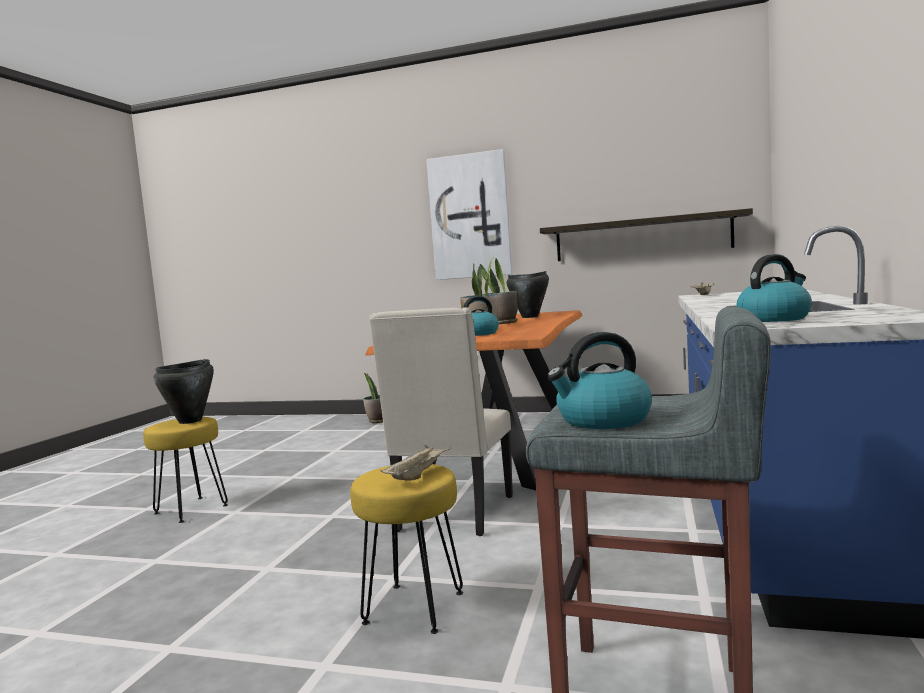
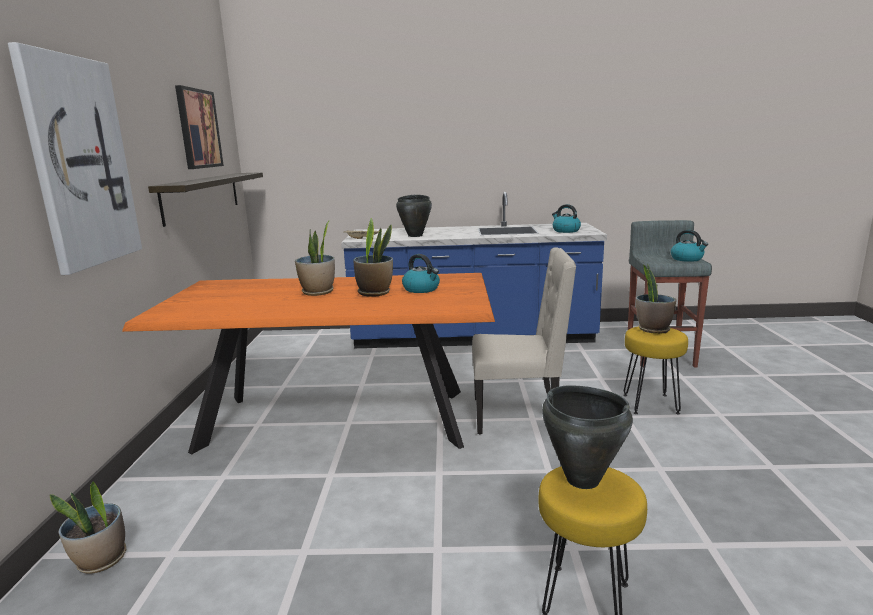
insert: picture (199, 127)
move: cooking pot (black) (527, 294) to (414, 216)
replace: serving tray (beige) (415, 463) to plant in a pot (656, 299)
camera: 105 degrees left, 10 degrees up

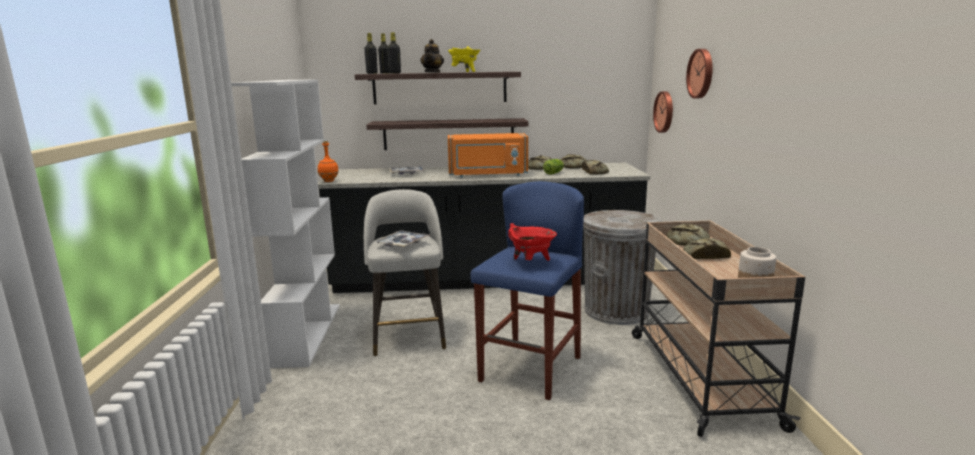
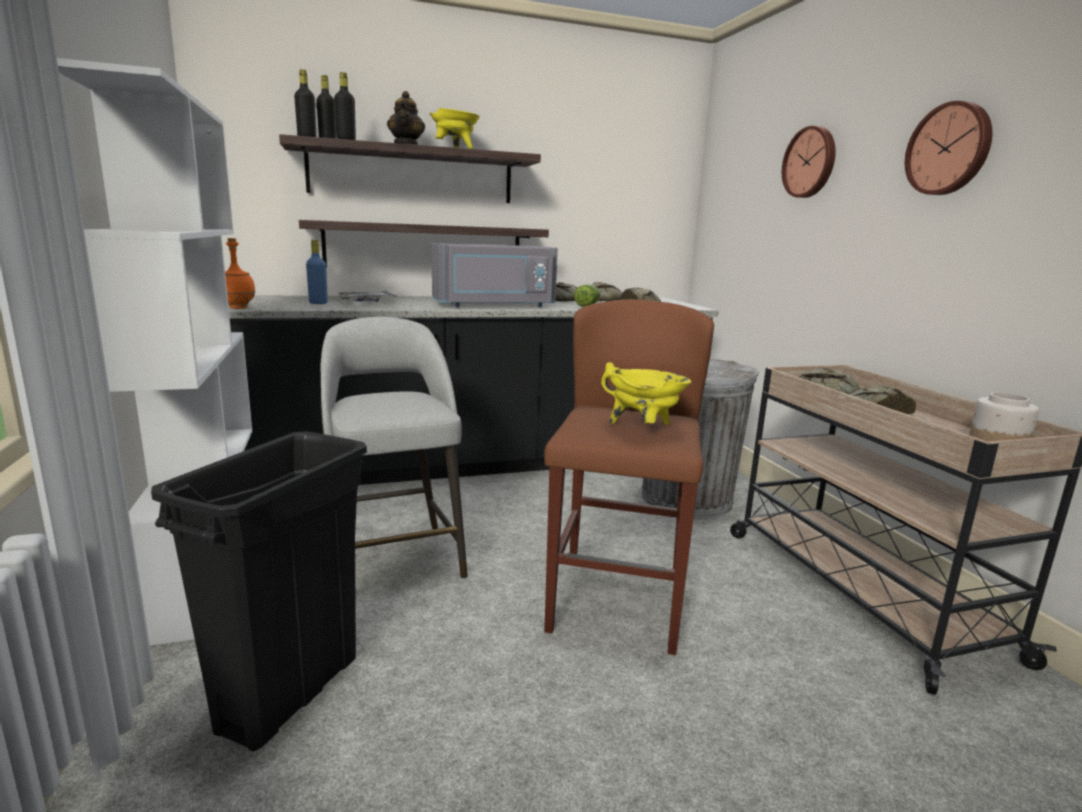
delete: serving tray (402, 238)
insert: trash can (black) (259, 591); bottle (blue) (317, 271)
move: hanging clock (663, 112) to (948, 148)
recolor: microwave oven (orangey) (488, 155) to microwave oven (gray) (495, 275); stool (blue) (527, 290) to stool (brown) (629, 477); cooking pot (red-coloured) (532, 242) to cooking pot (yellow-coloured) (646, 393)
camera: 15 degrees left, 0 degrees up

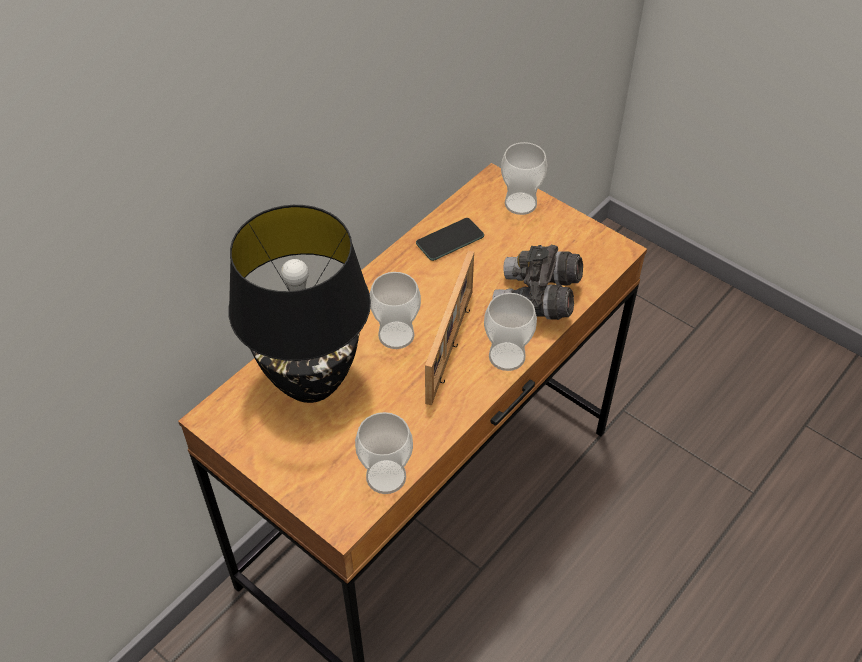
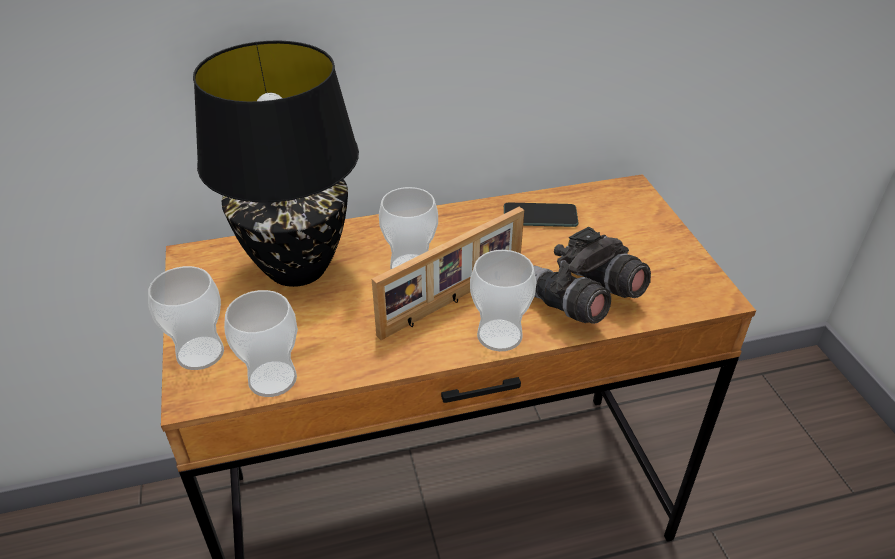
move: drinking cup (524, 178) to (186, 318)
camera: 35 degrees right, 10 degrees down

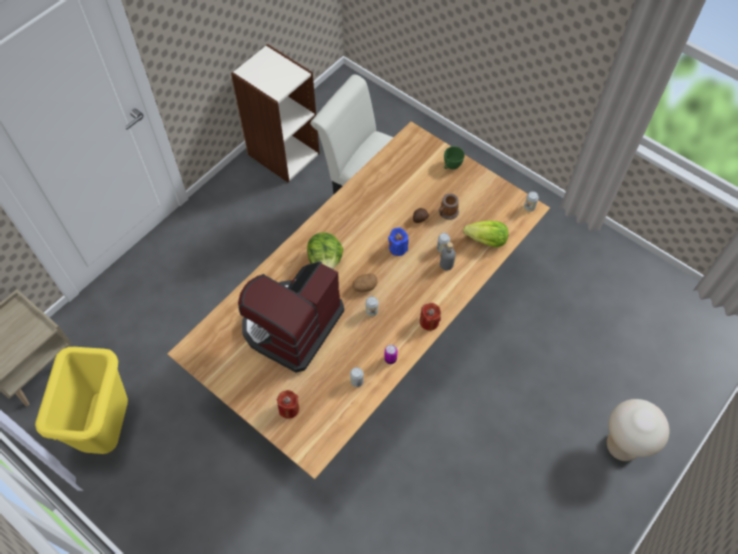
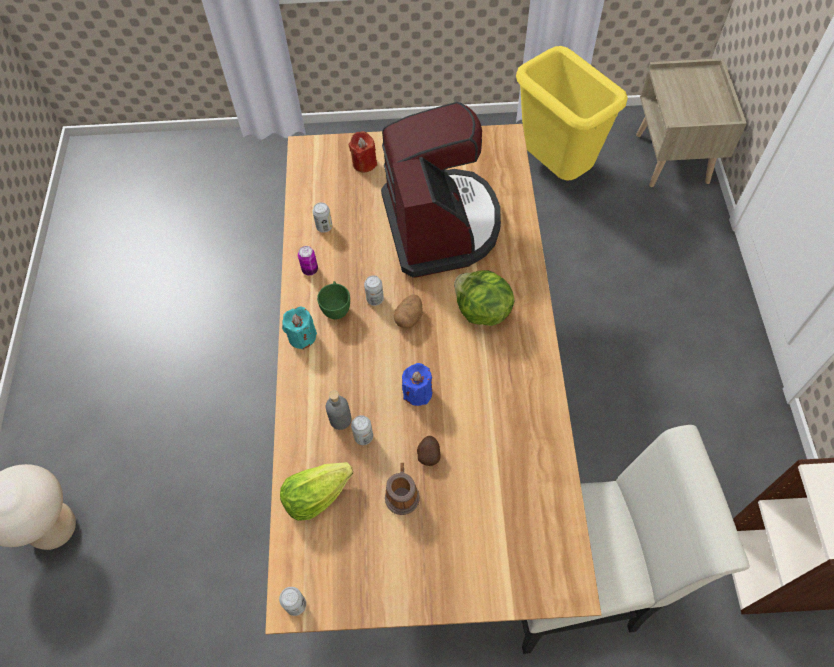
move: drinking cup (greenish) (454, 157) to (333, 300)
recolor: candle (red-coloured) (430, 317) to candle (turquoise-coloured) (299, 328)
camera: 140 degrees right, 0 degrees up

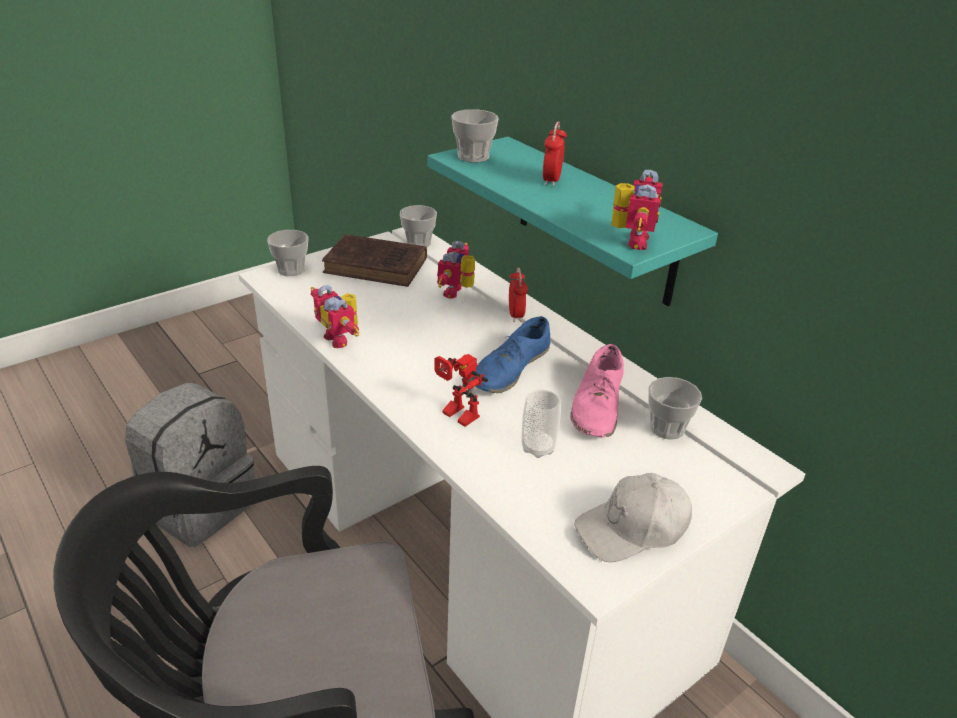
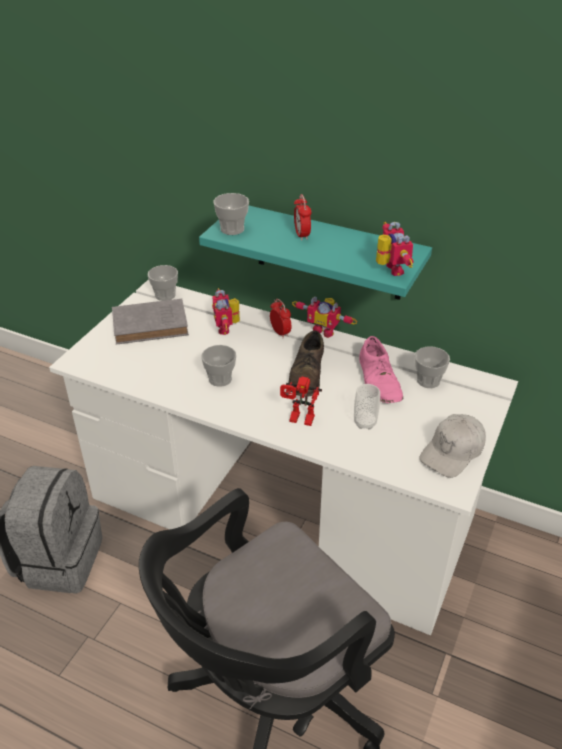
move: drinking cup (287, 253) to (218, 366); robot figure (335, 316) to (324, 317)
recolor: volume (brown) (374, 260) to volume (gray) (150, 322); low shoe (blue) (511, 354) to low shoe (brown) (306, 363)
camera: 25 degrees left, 5 degrees up

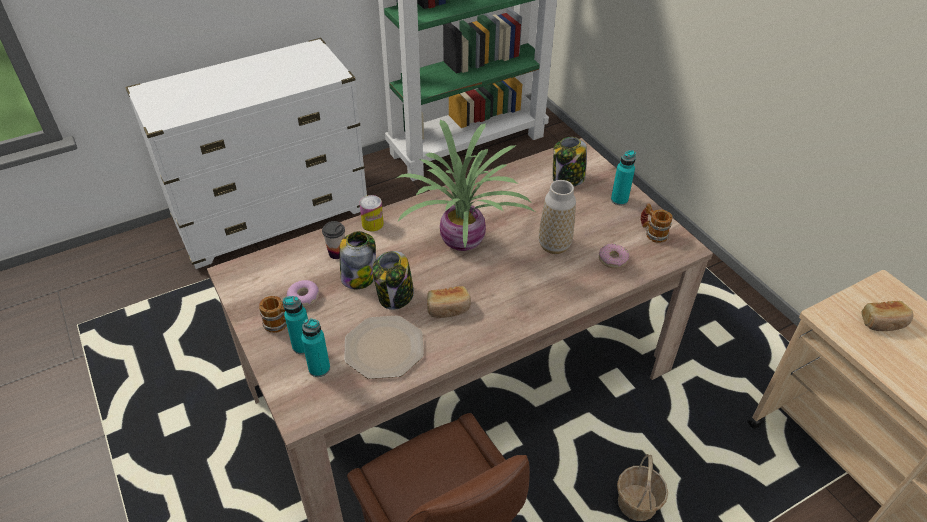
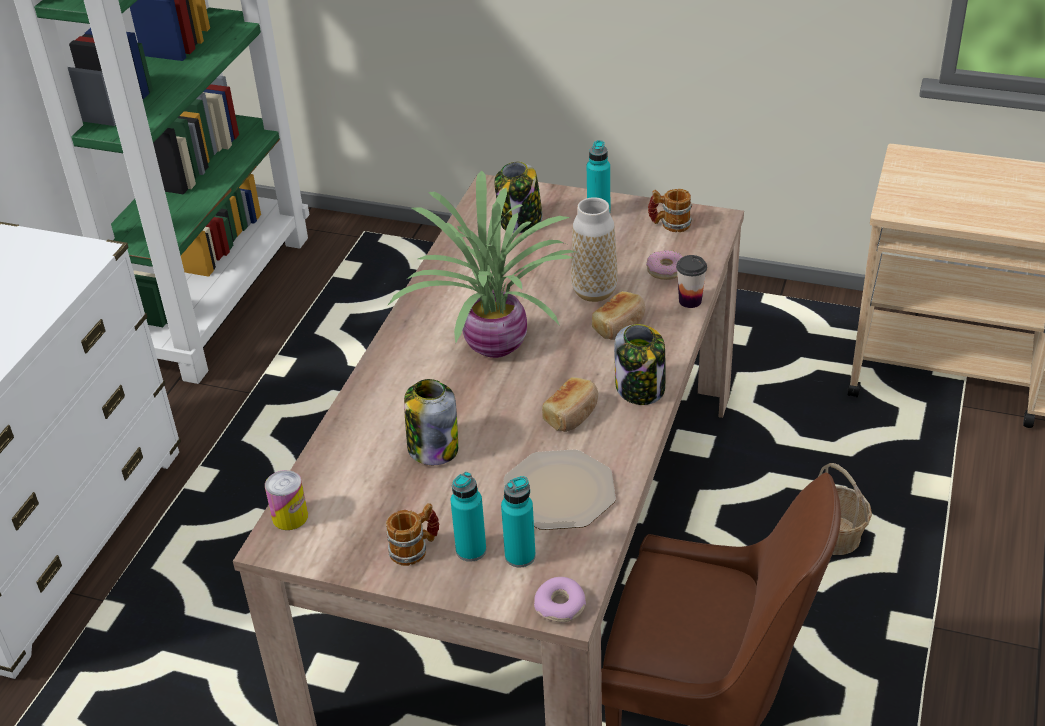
move: metal can (371, 213) to (286, 500); donut (303, 293) to (560, 599); bakery bread (887, 316) to (618, 315); storage jar (393, 280) to (639, 364); drinking cup (333, 240) to (691, 281)
camera: 40 degrees left, 5 degrees down

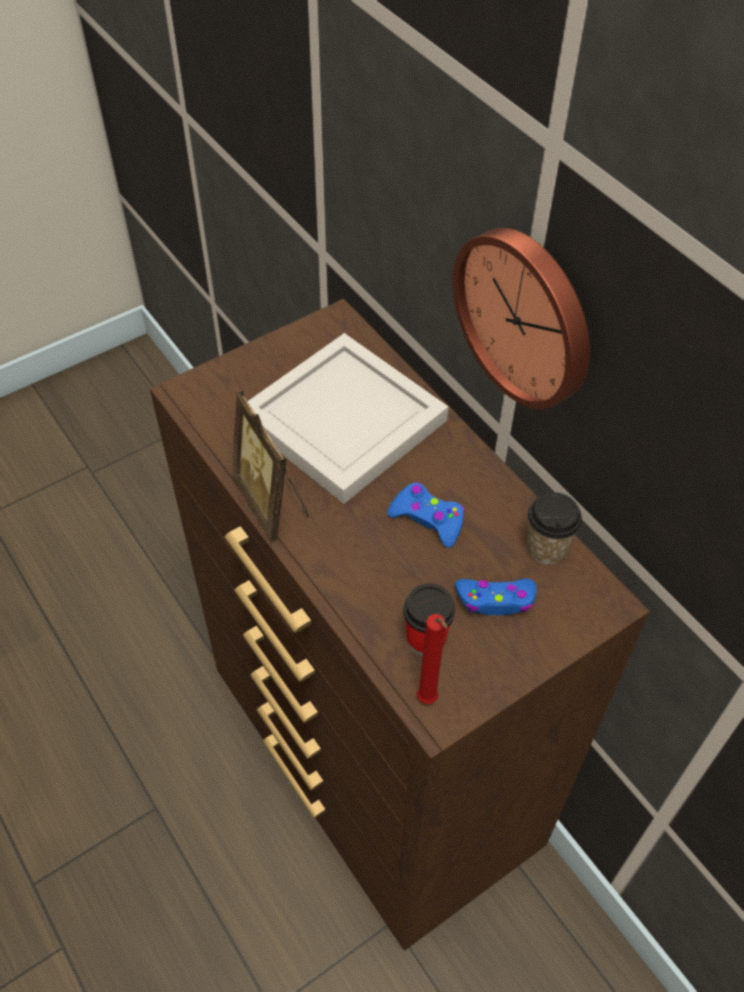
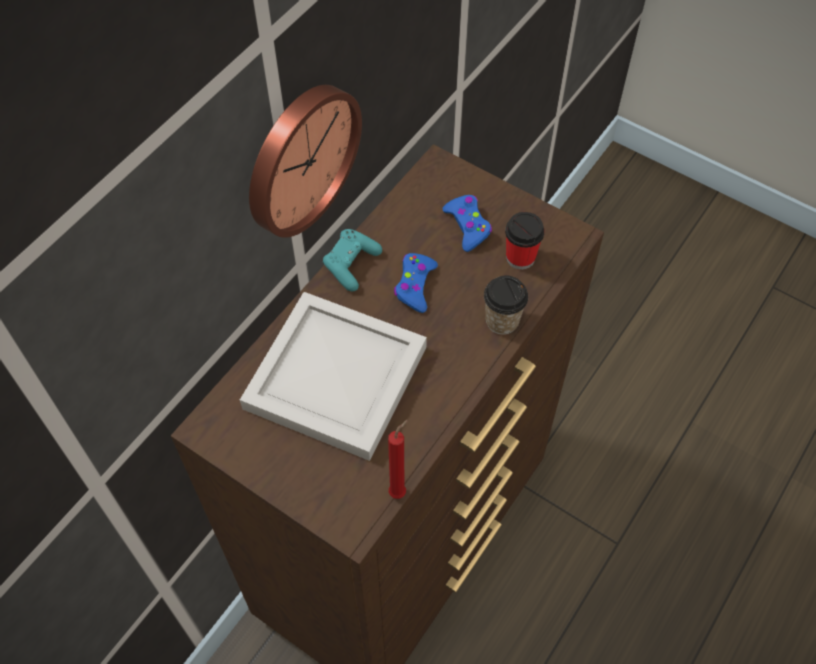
delete: picture frame (270, 466)
insert: gamepad (turquoise-coloured) (352, 260)
move: candle (red-coloured) (432, 659) to (398, 459); drinking cup (554, 528) to (506, 305)
camera: 110 degrees left, 5 degrees up

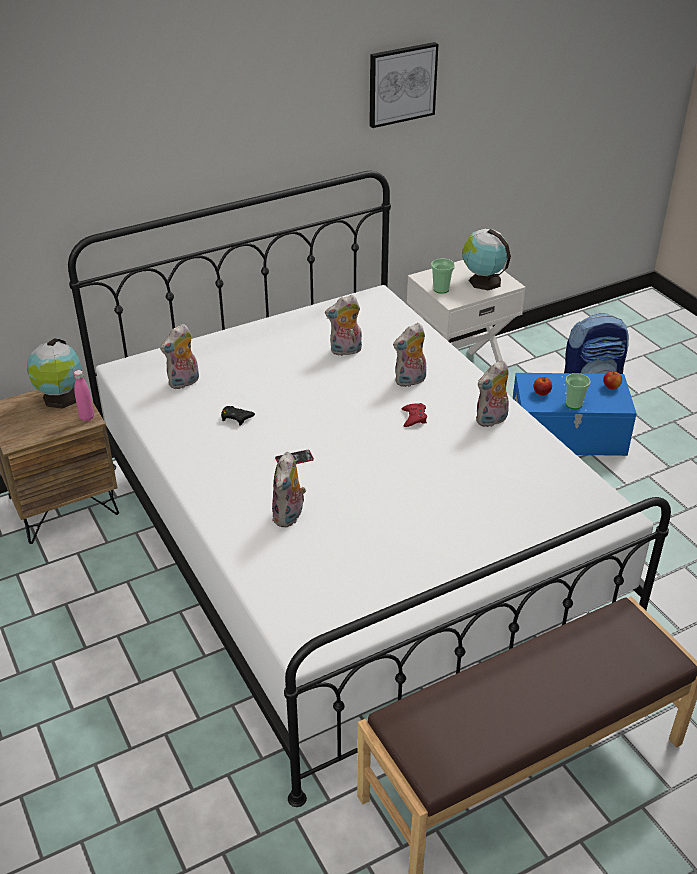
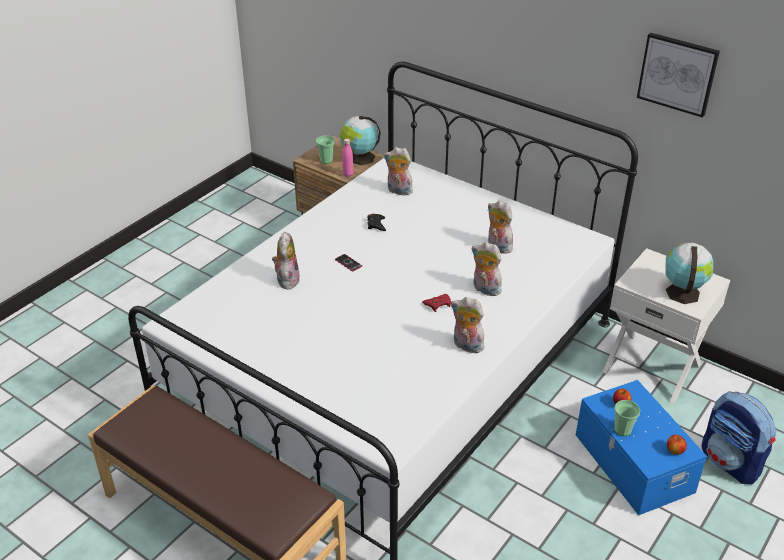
move: drinking cup (443, 276) to (325, 150)
rotate: cuddly toy (289, 489) = (286, 261) 105 degrees clockwise
camera: 65 degrees right, 0 degrees up

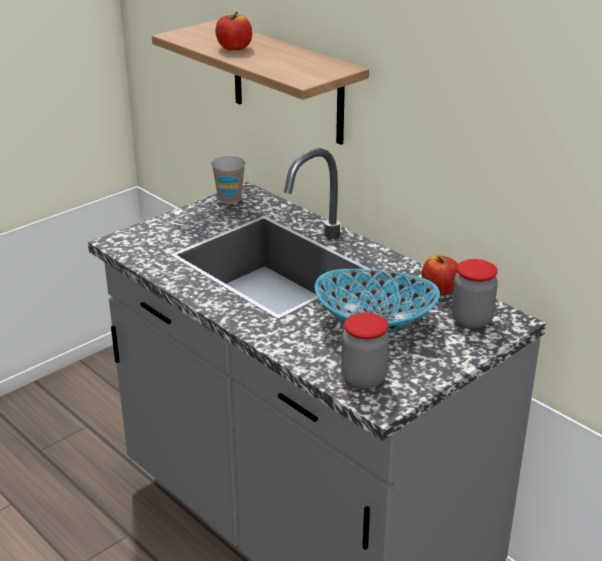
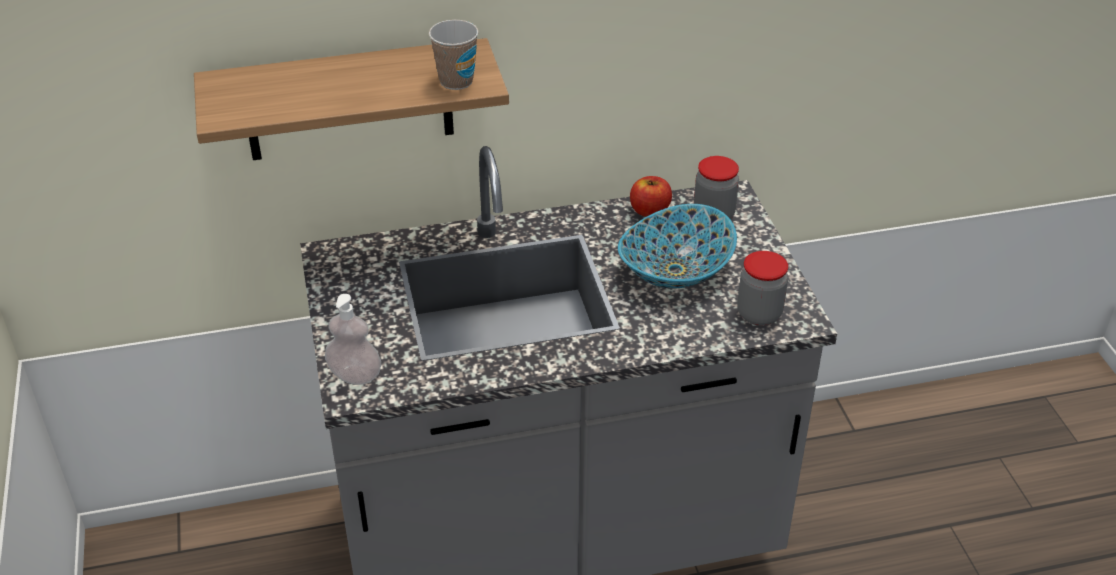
delete: apple fruit (233, 31)
insert: soap dispenser (353, 339)
move: drinking cup (228, 180) to (454, 55)
camera: 60 degrees left, 10 degrees up

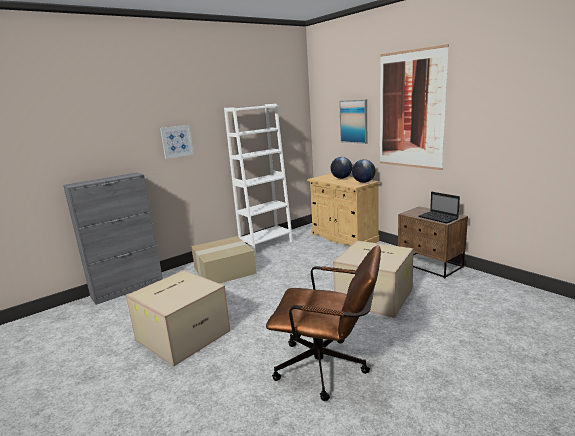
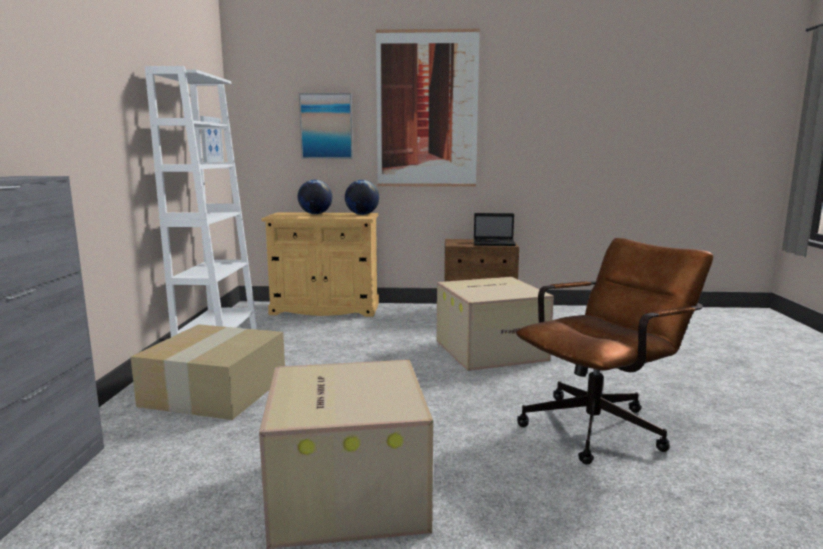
move: picture (177, 142) to (212, 139)
camera: 50 degrees left, 5 degrees down

